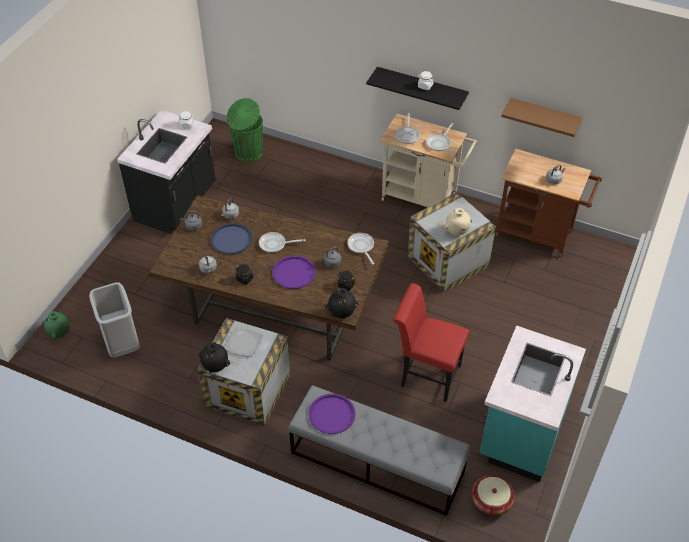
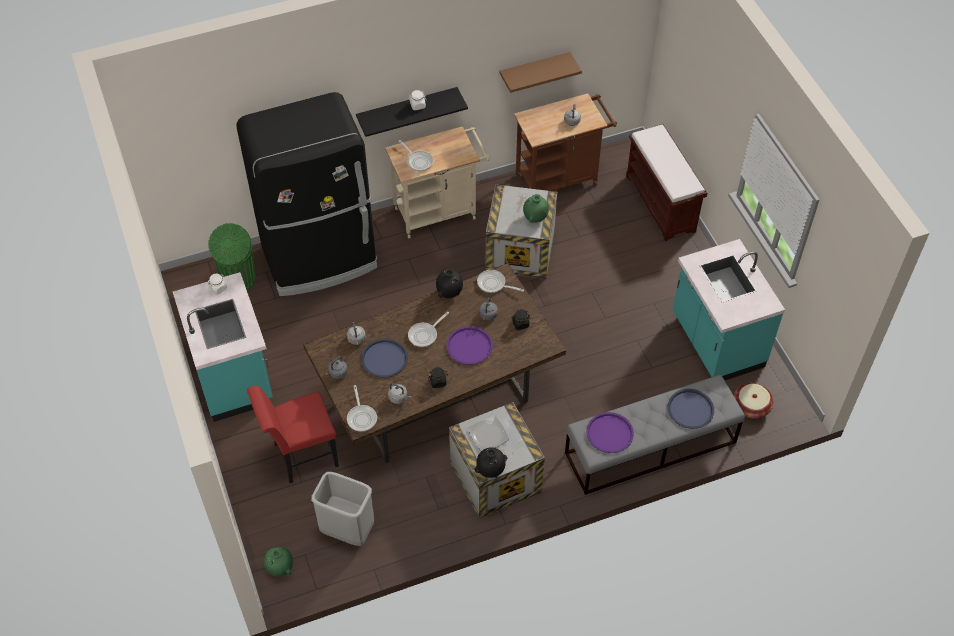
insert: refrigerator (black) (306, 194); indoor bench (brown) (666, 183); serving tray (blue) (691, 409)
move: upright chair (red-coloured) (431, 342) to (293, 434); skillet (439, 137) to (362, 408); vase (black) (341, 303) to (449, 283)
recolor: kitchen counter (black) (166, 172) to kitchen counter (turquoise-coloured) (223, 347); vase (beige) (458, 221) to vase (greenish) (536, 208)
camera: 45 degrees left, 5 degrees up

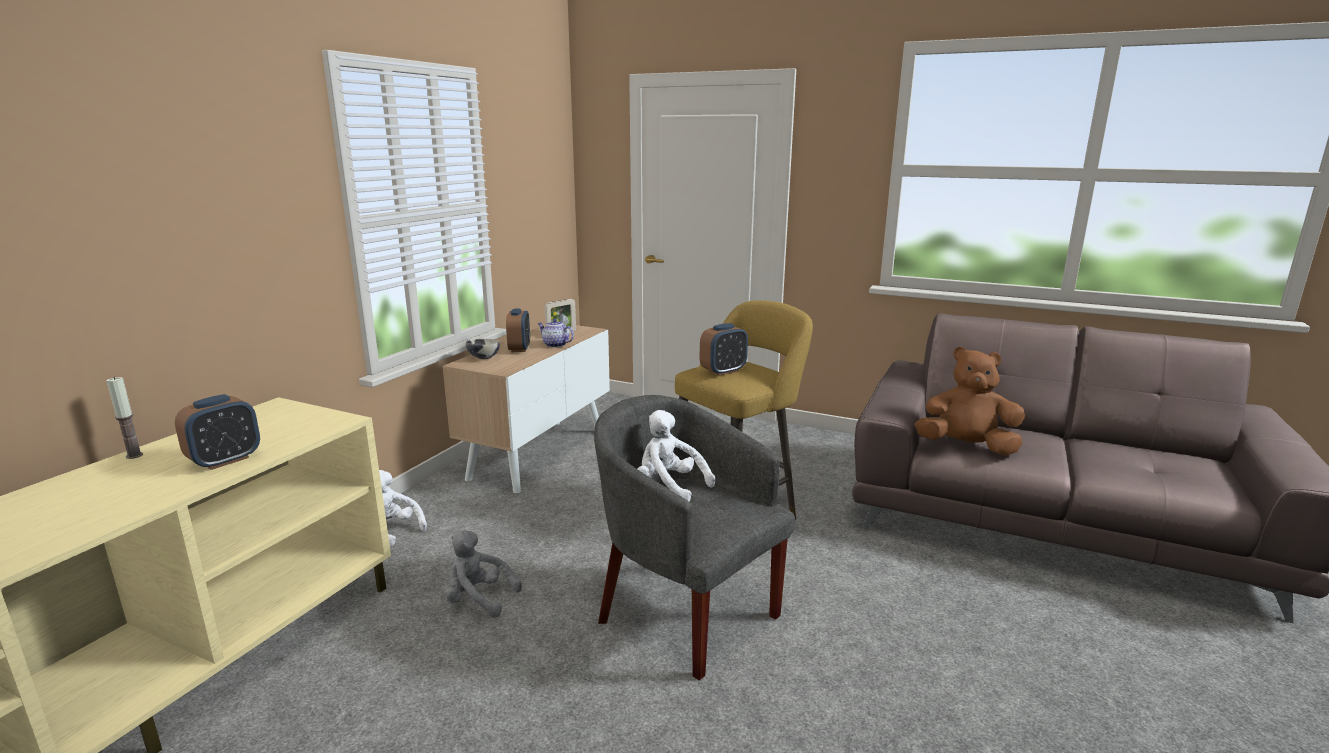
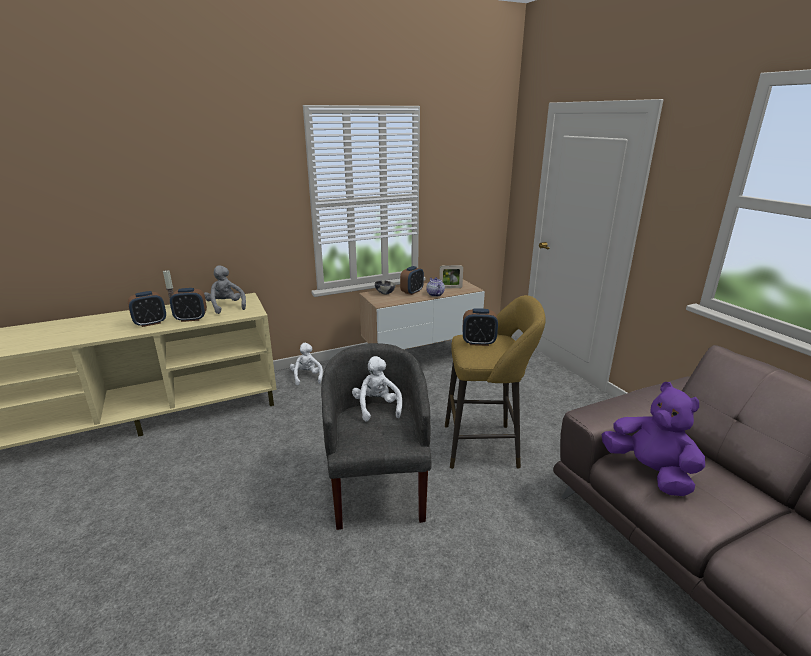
insert: bedside clock (147, 309)
move: cuddly toy (gray) (484, 574) to (225, 289)
recolor: cuddly toy (brown) (970, 401) to cuddly toy (purple) (653, 439)
camera: 40 degrees right, 5 degrees up

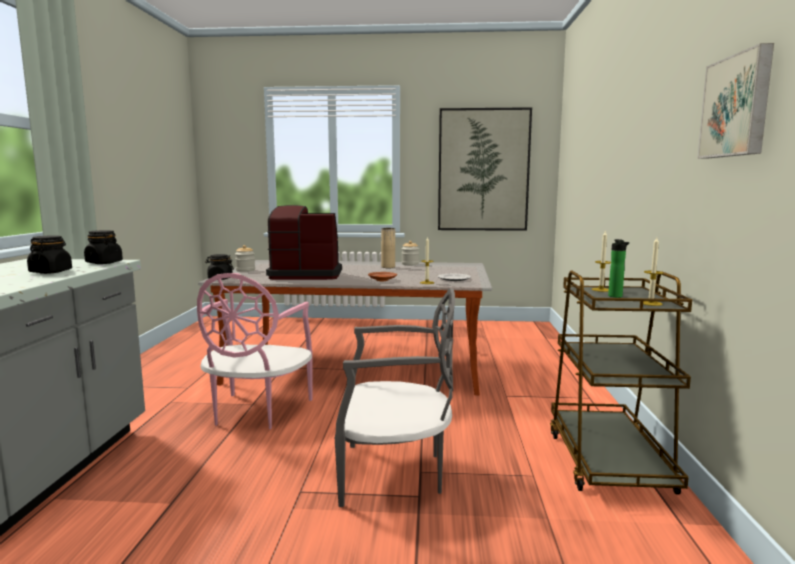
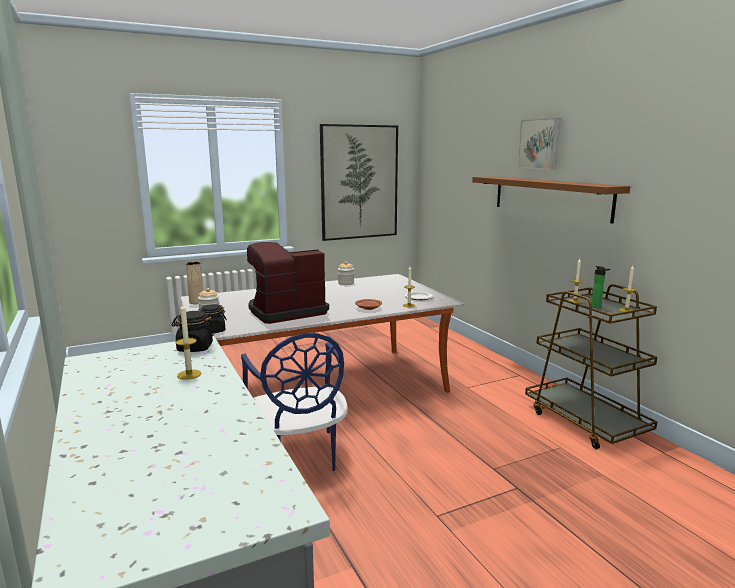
delete: upright chair (gray) (395, 397)
insert: wall shelf (brown) (551, 199)
move: vase (beige) (388, 248) to (194, 283); picture (736, 100) to (539, 144)
replace: storage jar (black) (49, 254) to candle (188, 341)
recolor: upright chair (pinkish) (255, 351) to upright chair (blue) (294, 401)
camera: 30 degrees left, 5 degrees up

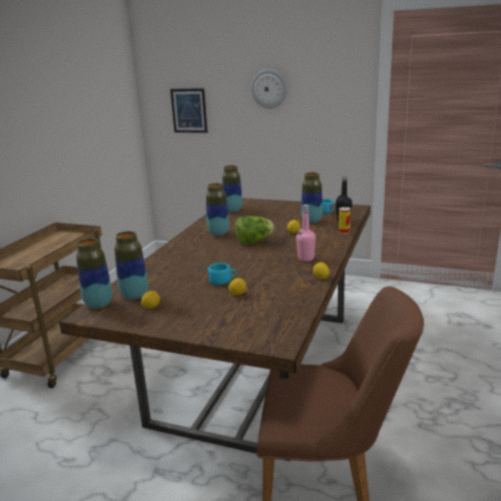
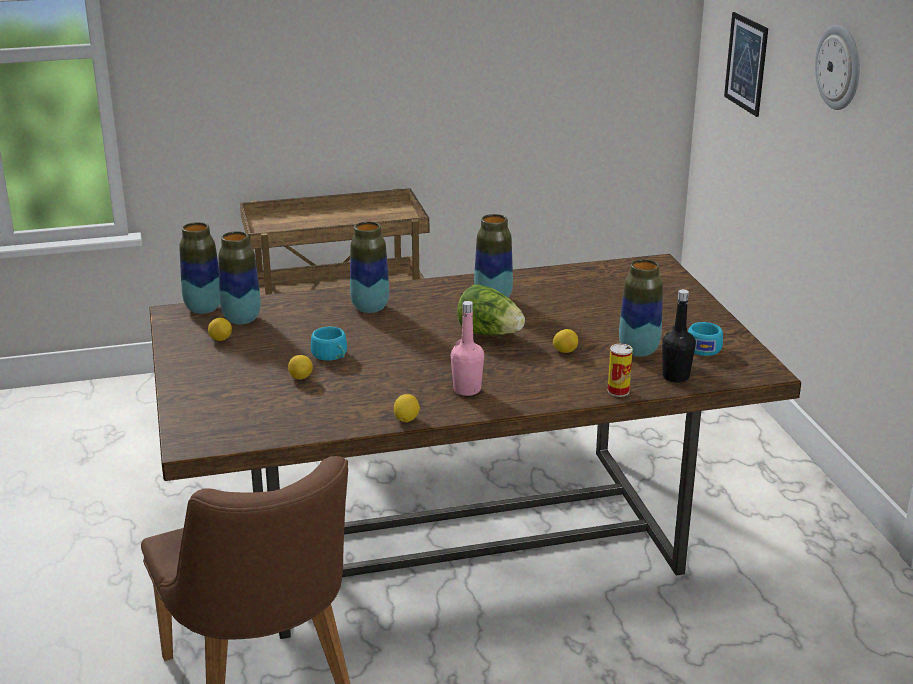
move: vase (232, 188) to (369, 267)
camera: 55 degrees right, 5 degrees up

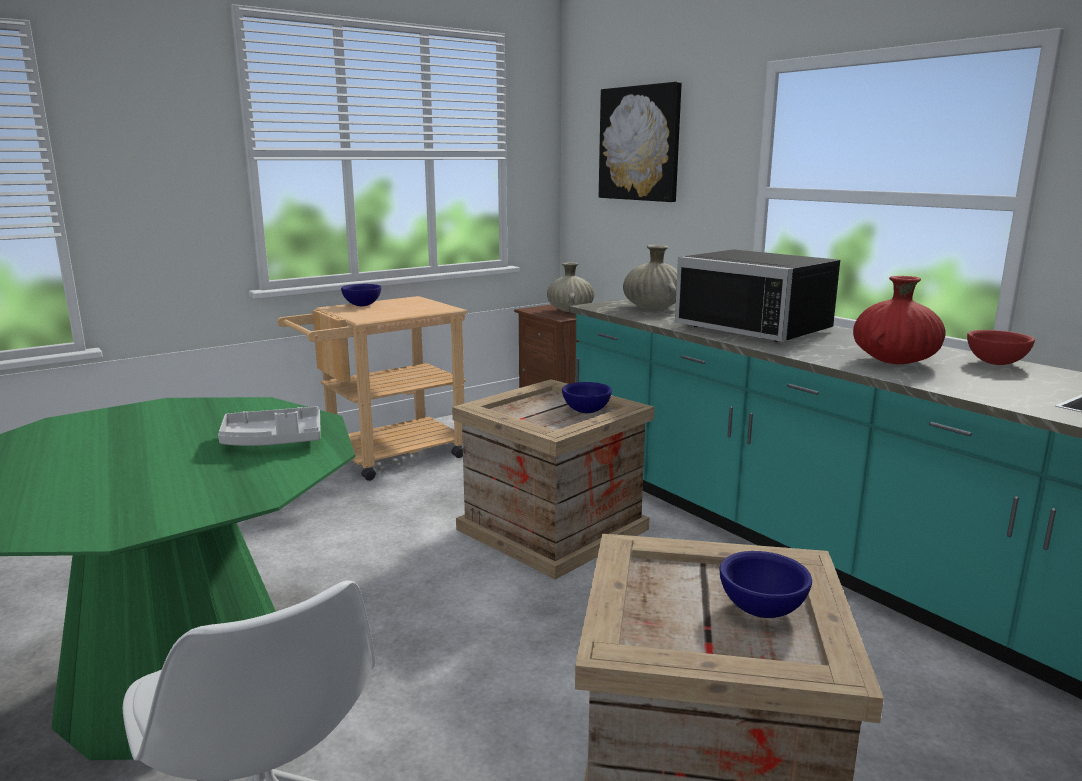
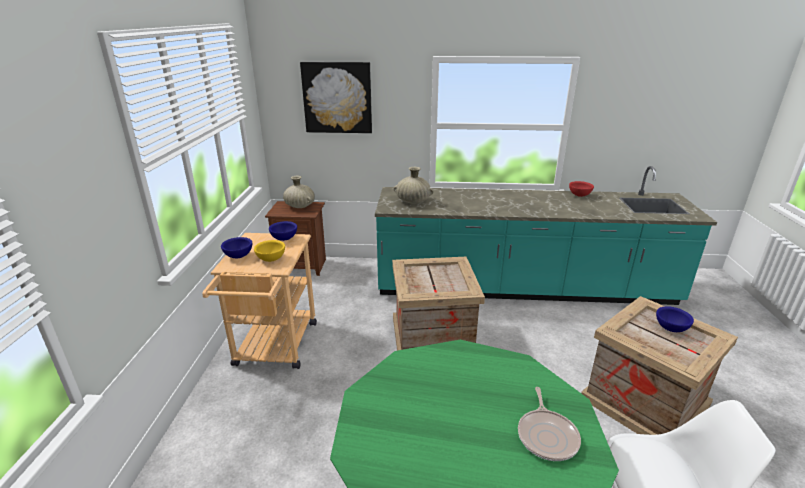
delete: serving tray (gray) (269, 426); microwave oven (black) (757, 295); vase (red-coloured) (899, 320)
insert: serving bowl (yellow-coloured) (269, 251); skillet (549, 424)
move: serving bowl (blue) (587, 397) to (283, 231)
camera: 50 degrees left, 10 degrees up

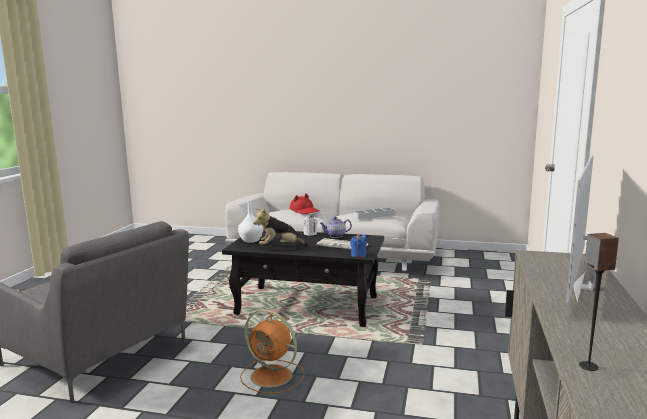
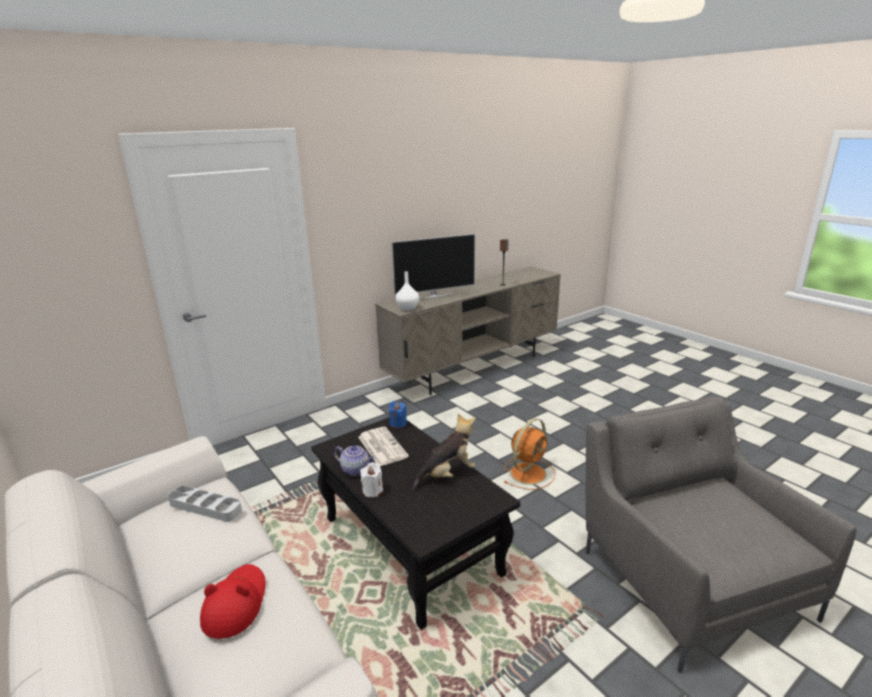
move: vase (white-coloured) (250, 222) to (407, 291)
rotate: cuddly toy (281, 226) = (443, 452) 60 degrees counterclockwise; fan (orangey) (272, 351) = (529, 454) 60 degrees clockwise
camera: 140 degrees left, 10 degrees up

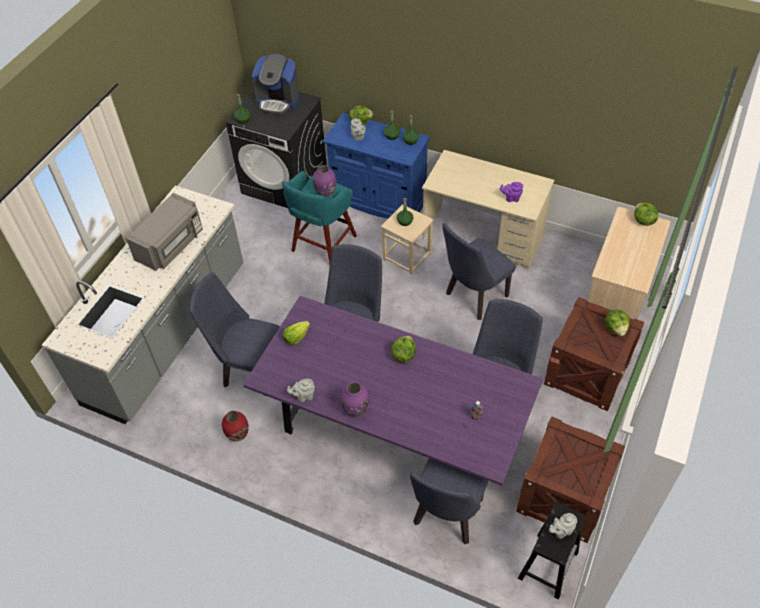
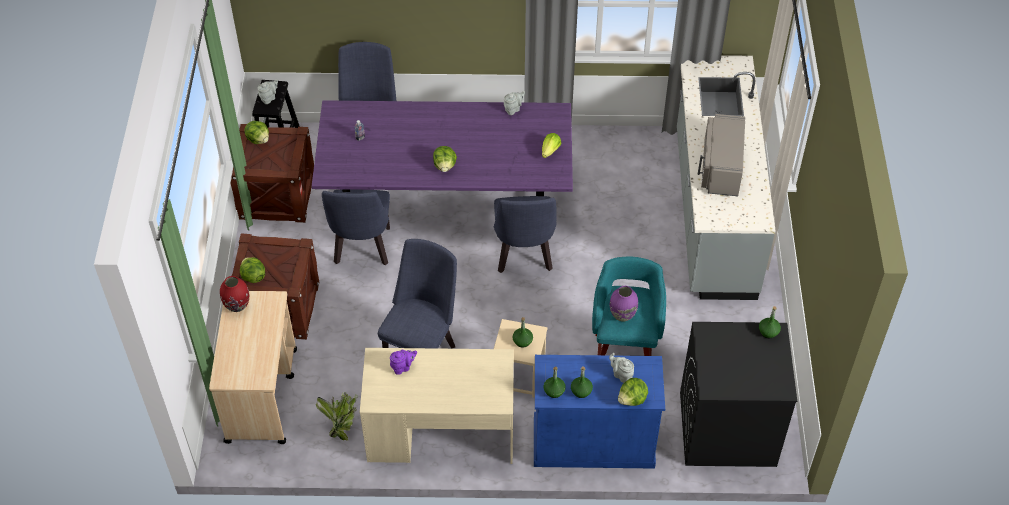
delete: upright chair (blue) (235, 334); coffee maker (275, 83); vase (purple) (355, 399)
insert: plant in a pot (337, 416)
move: vase (red-coloured) (235, 426) to (234, 294); lettuce head (646, 214) to (257, 132)
camera: 155 degrees right, 0 degrees up

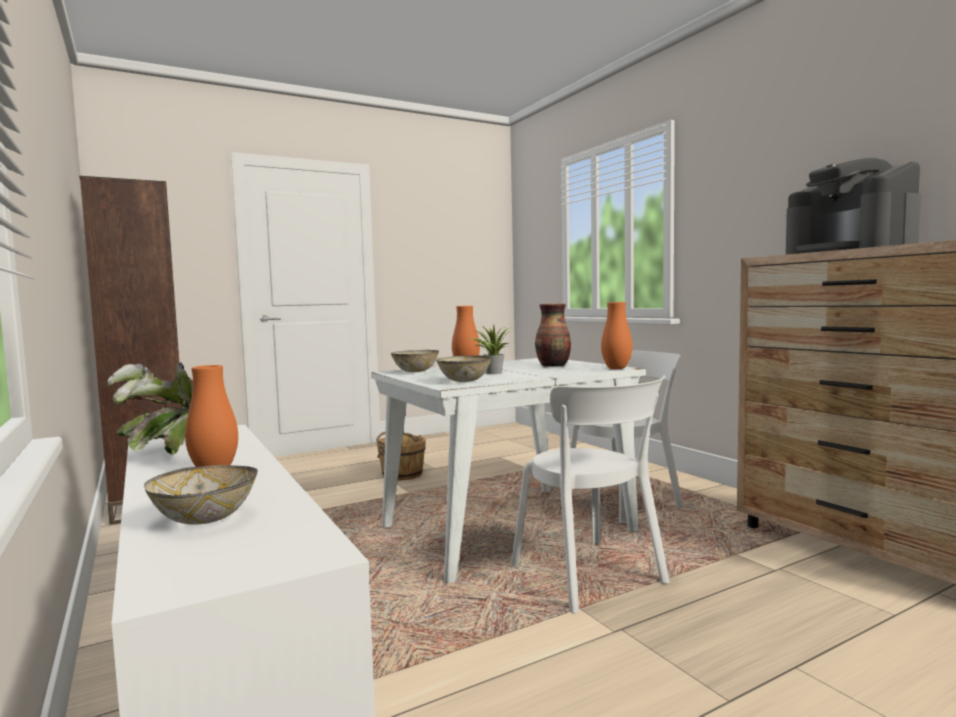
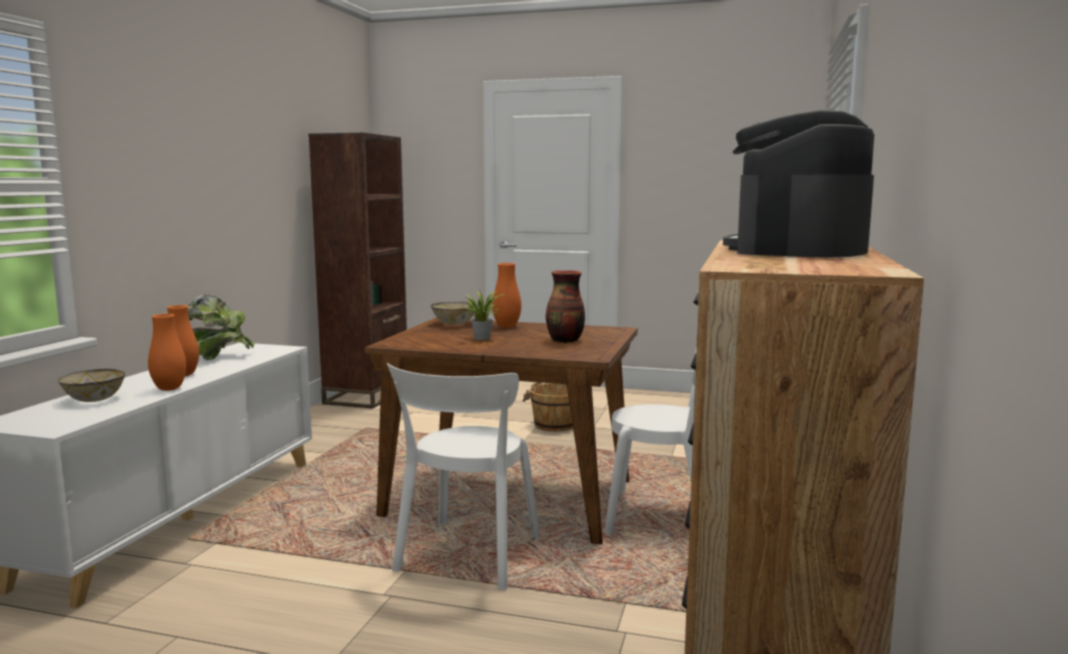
delete: serving bowl (463, 368)
move: vase (orangey) (616, 335) to (167, 352)
recolor: dining table (white-coloured) (508, 471) to dining table (brown) (501, 431)
camera: 45 degrees right, 5 degrees up

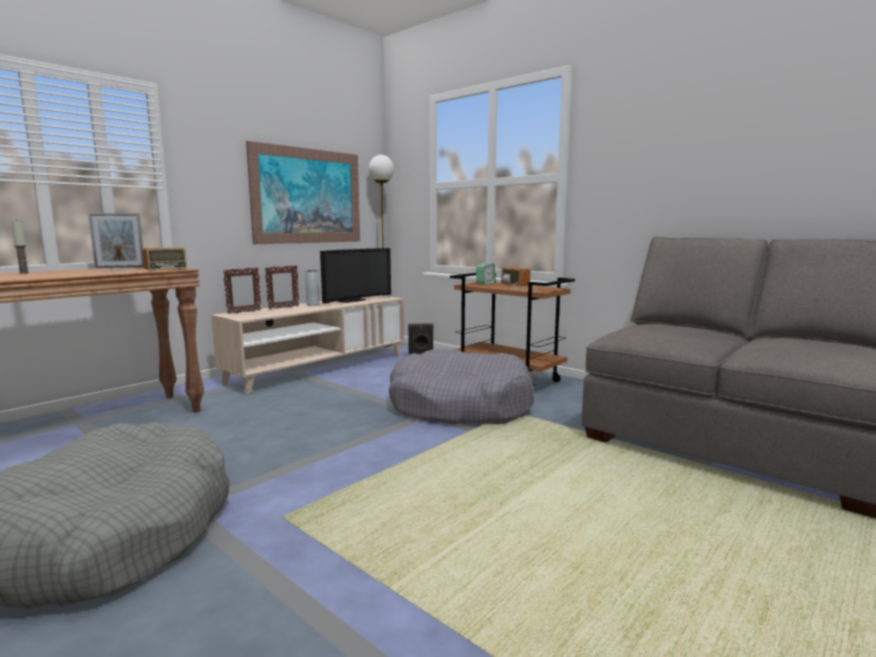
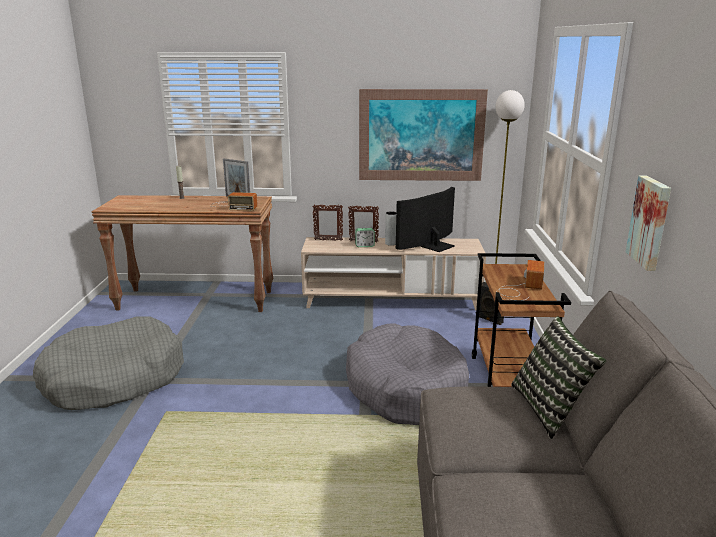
insert: throw pillow (559, 378); picture (648, 223)
move: bedside clock (485, 274) to (365, 237)
rotate: television (355, 276) = (425, 219) 135 degrees clockwise
camera: 50 degrees right, 10 degrees up

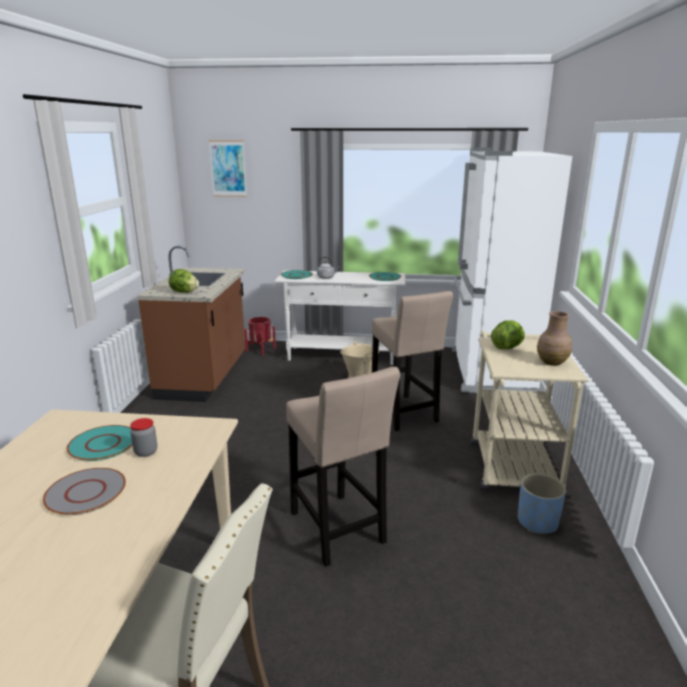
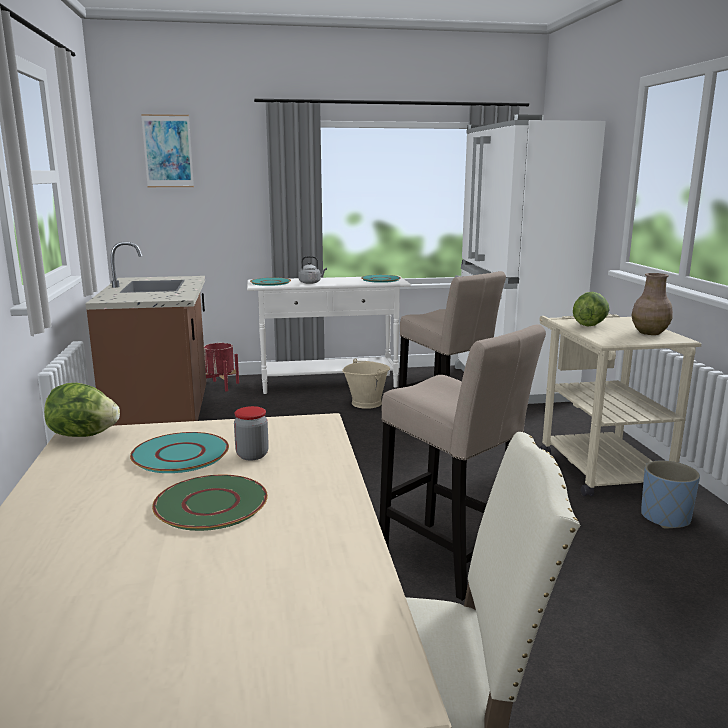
move: lettuce head (184, 281) to (82, 410)
recolor: flat dish (gray) (84, 491) to flat dish (greenish) (210, 503)
camera: 15 degrees left, 5 degrees down

